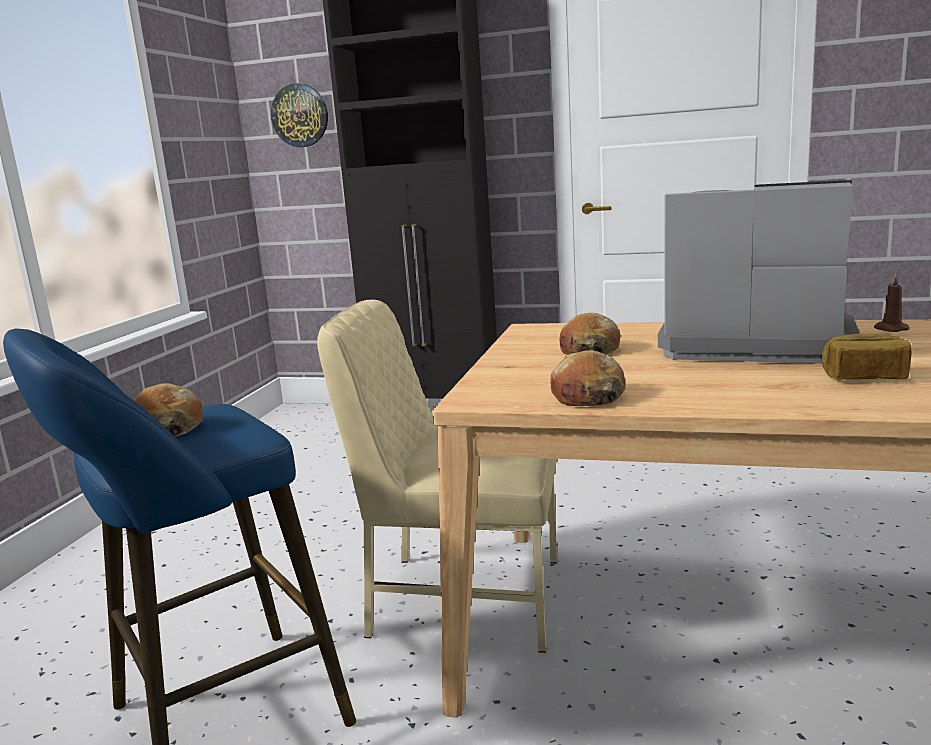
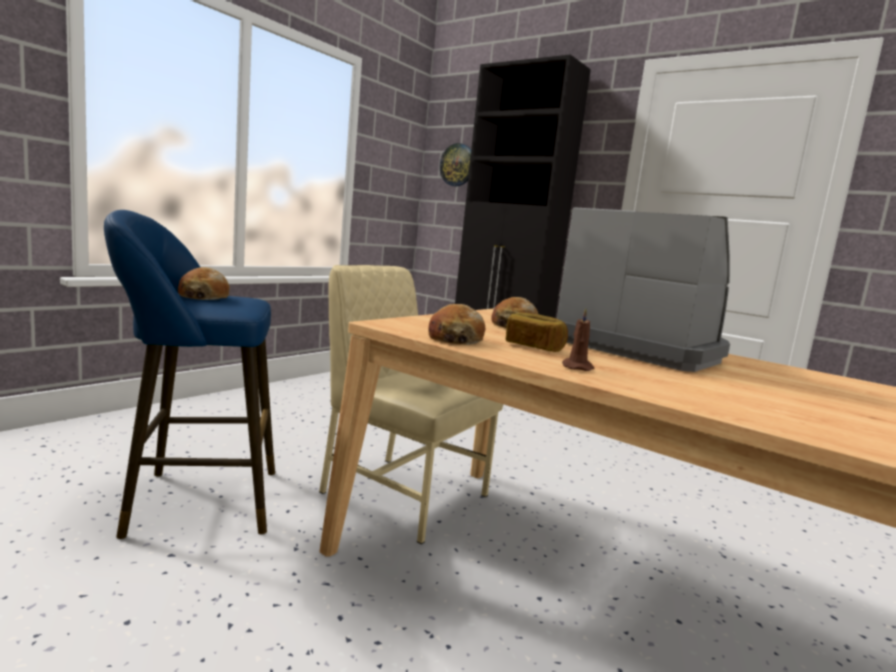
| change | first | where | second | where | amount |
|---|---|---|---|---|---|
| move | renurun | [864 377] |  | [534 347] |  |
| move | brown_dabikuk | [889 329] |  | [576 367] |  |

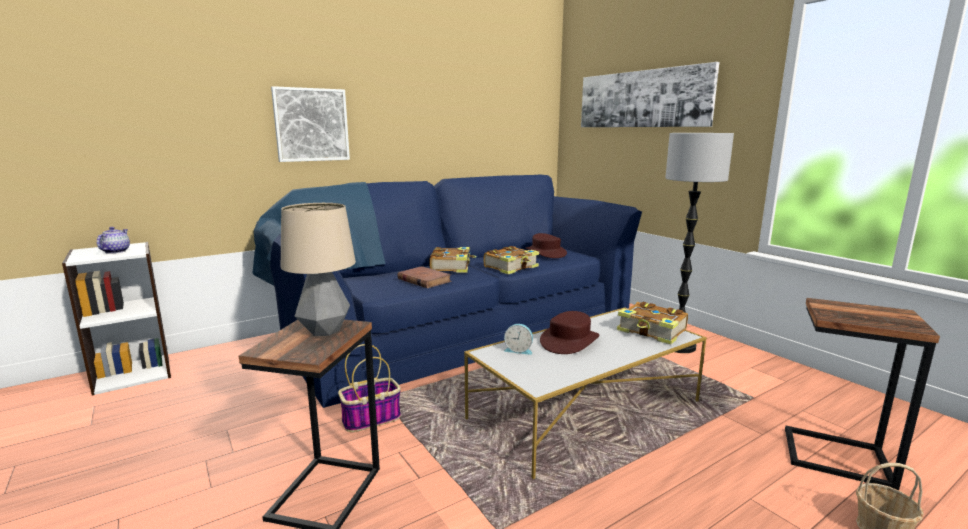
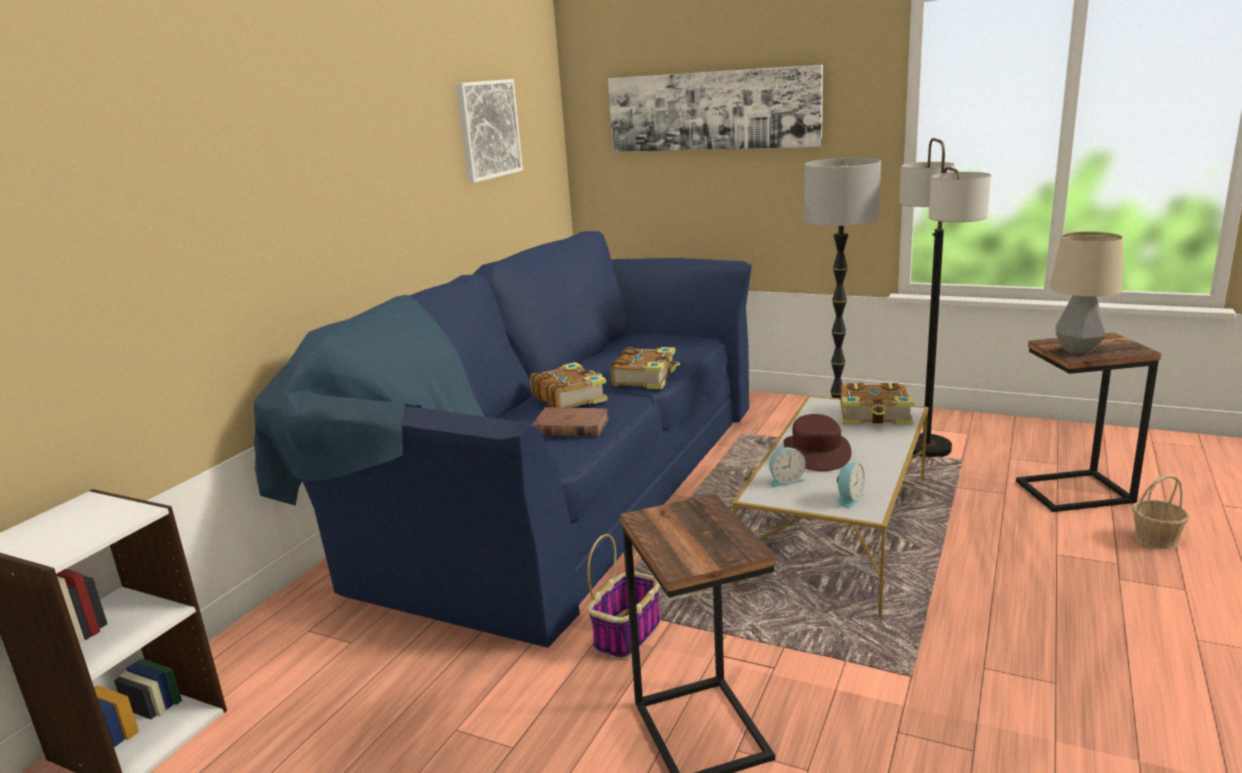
| change | first | where | second | where | amount |
|---|---|---|---|---|---|
| move | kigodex | [311 125] |  | [488 129] |  |
| insert |  |  | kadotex | [848 498] |  |
| insert |  |  | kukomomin | [926 448] |  |
| move | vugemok | [324 331] |  | [1078 350] |  |
| delete | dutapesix | [115 251] |  |  |  |
| delete | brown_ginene | [545 252] |  |  |  |

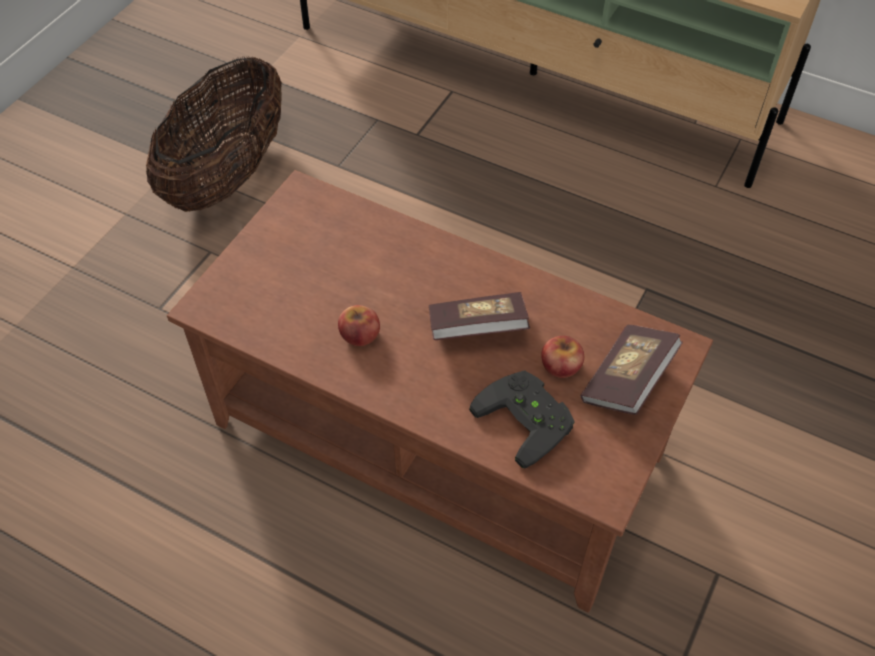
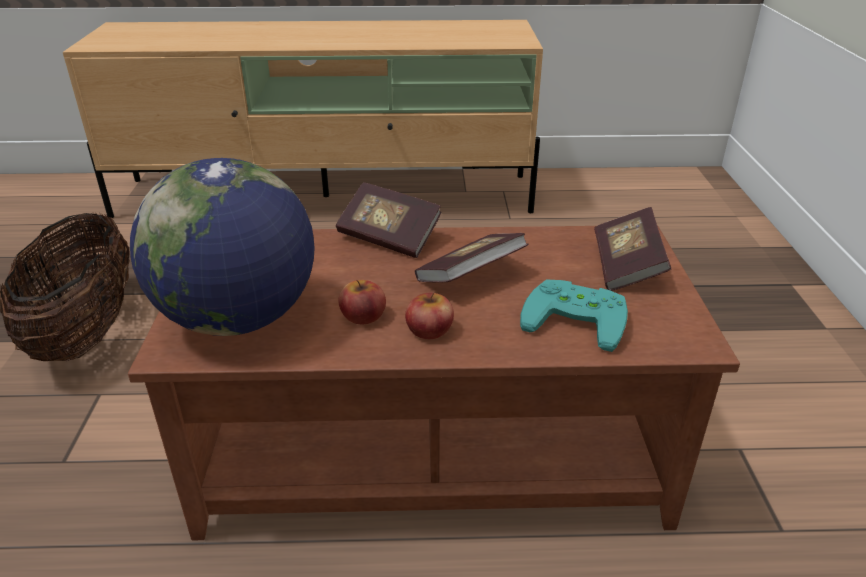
| change | first | where | second | where | amount |
|---|---|---|---|---|---|
| insert |  |  | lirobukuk | [239 319] |  |
| insert |  |  | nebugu | [389 237] |  |
| move | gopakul | [561 365] |  | [429 329] |  |
| recolor | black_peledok | [529 418] | turquoise_peledok | [577 317] |  |

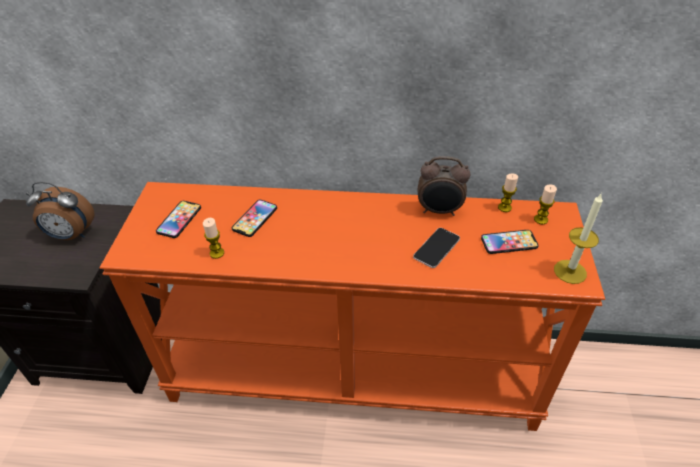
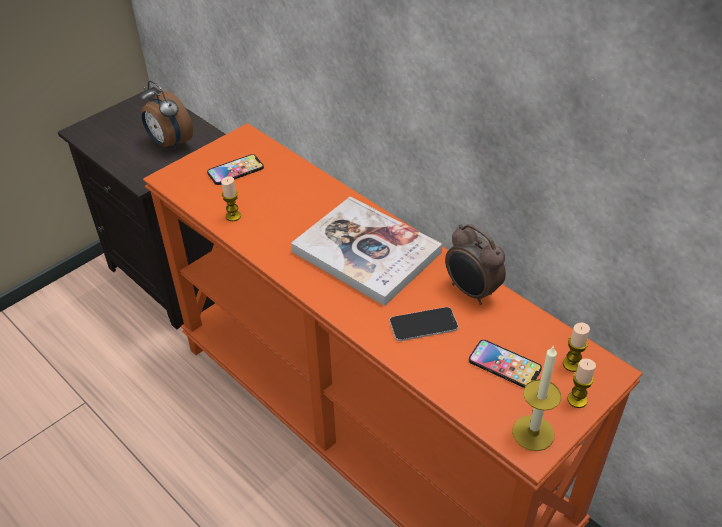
| change | first | where | second | where | amount |
|---|---|---|---|---|---|
| insert |  |  | nebugu | [366 252] |  |
| move | dabikuk | [504 207] |  | [577 400] |  |
| delete | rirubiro | [255 219] |  |  |  |

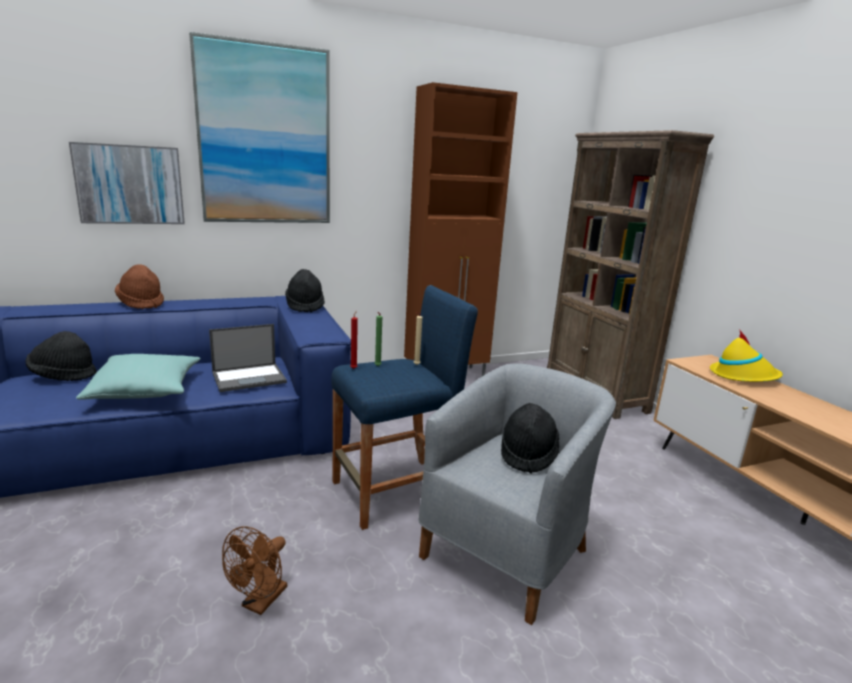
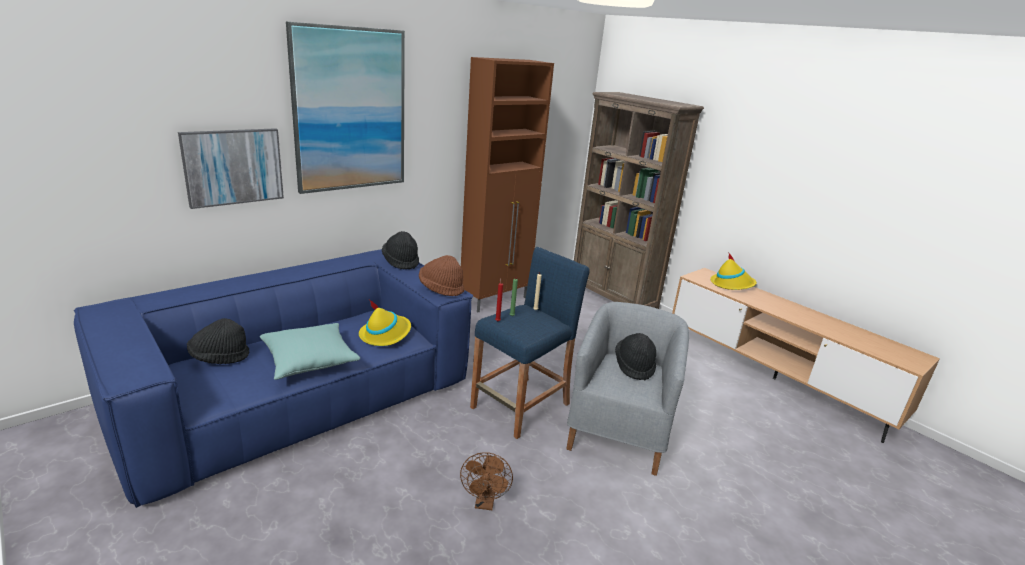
| change | first | where | second | where | amount |
|---|---|---|---|---|---|
| replace | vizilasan | [250 377] | yellow_ginene | [385 334] |  |
| move | brown_ginene | [141 303] |  | [441 289] |  |

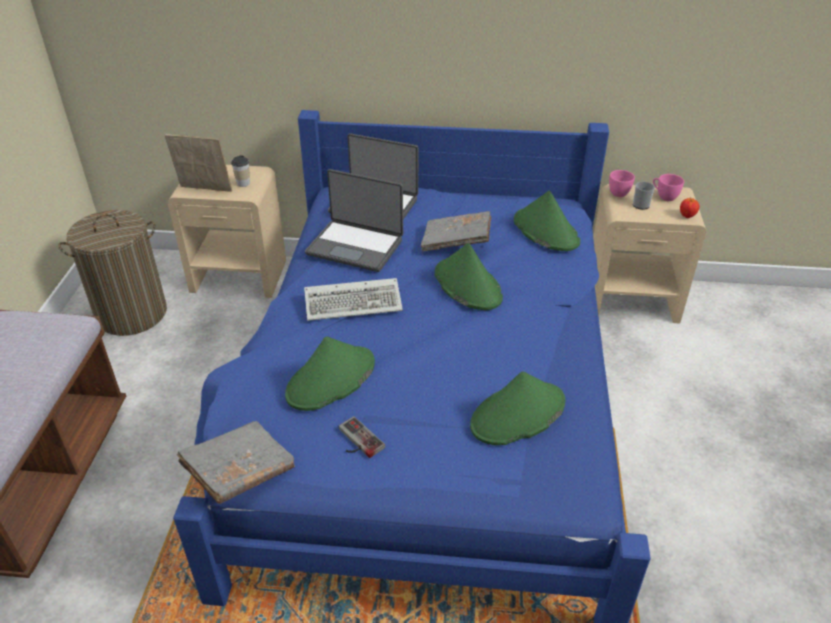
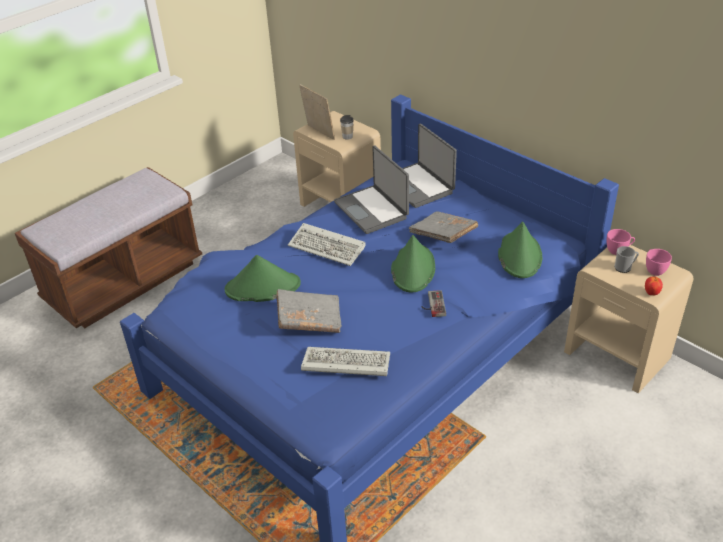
| change | first | where | second | where | amount |
|---|---|---|---|---|---|
| move | grey_nebugu | [240 471] |  | [309 320] |  |
| replace | green_ginene | [517 414] | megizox | [344 365] |  |
| move | peledok | [356 441] |  | [432 305] |  |
| delete | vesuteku | [131 314] |  |  |  |

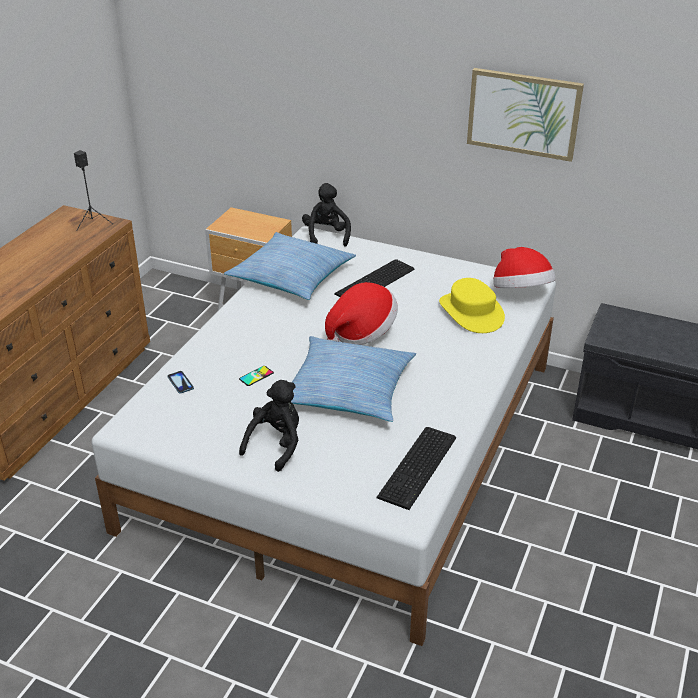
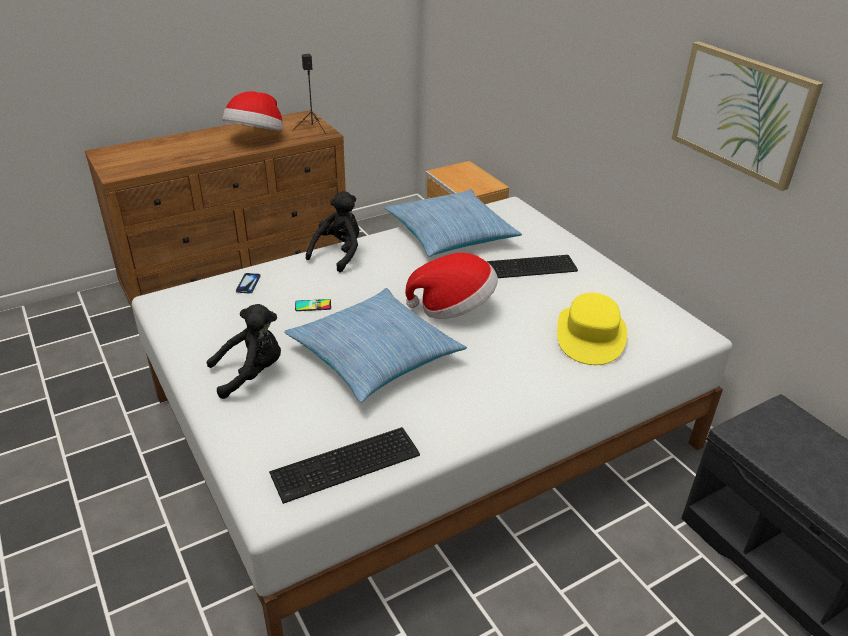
| change | first | where | second | where | amount |
|---|---|---|---|---|---|
| move | ginene | [521 292] |  | [256 137] |  |
| move | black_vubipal | [326 236] |  | [339 254] |  |

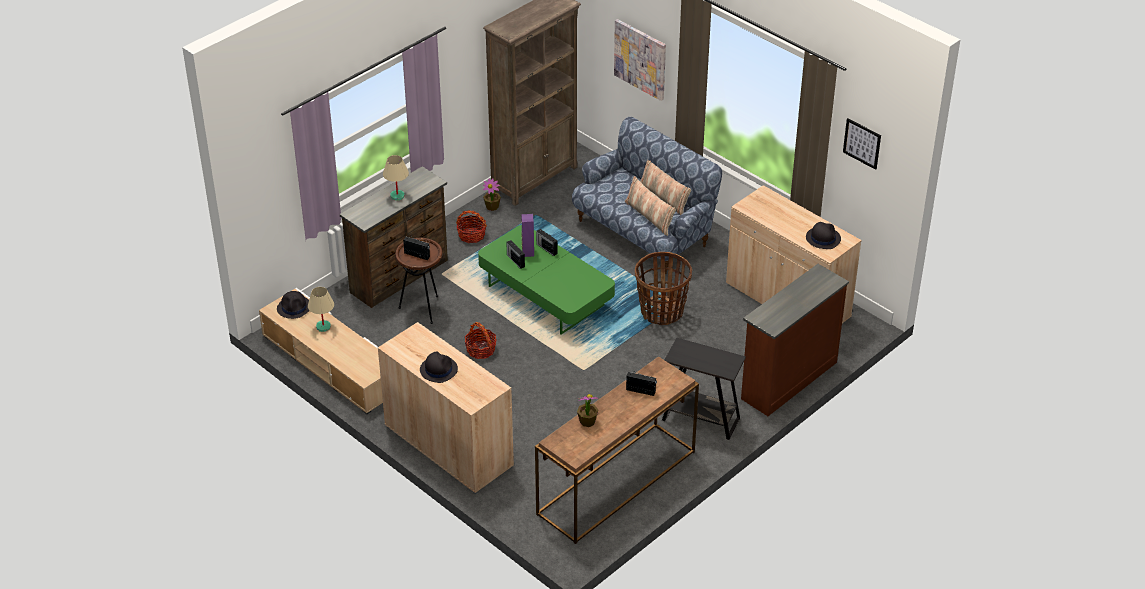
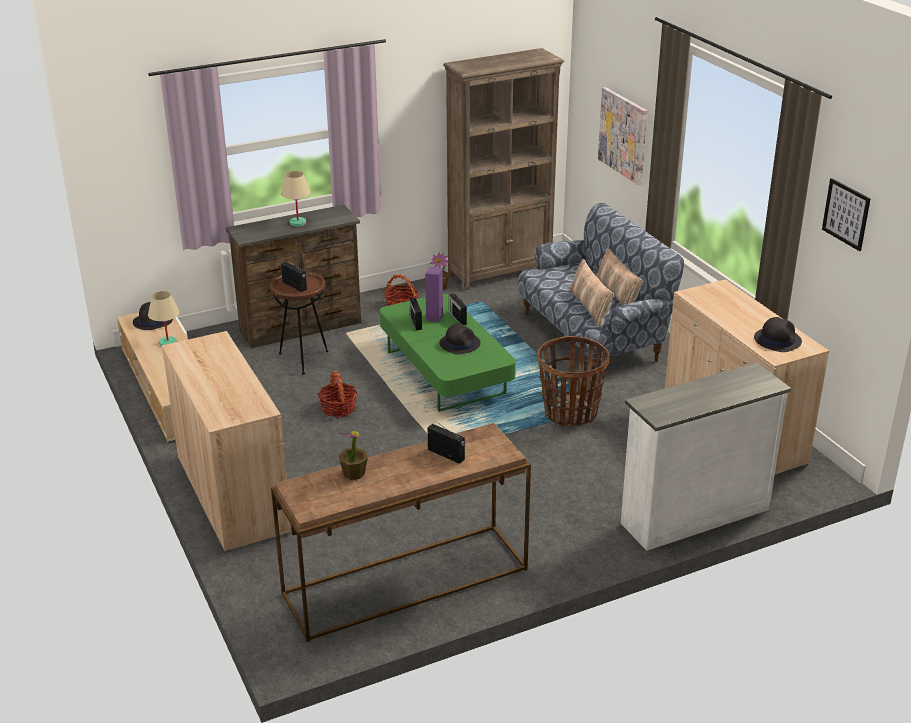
| change | first | where | second | where | amount |
|---|---|---|---|---|---|
| move | black_ginene | [438 369] |  | [460 343] |  |
| recolor | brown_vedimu | [787 380] | white_vedimu | [693 515] |  |
| delete | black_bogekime | [701 419] |  |  |  |

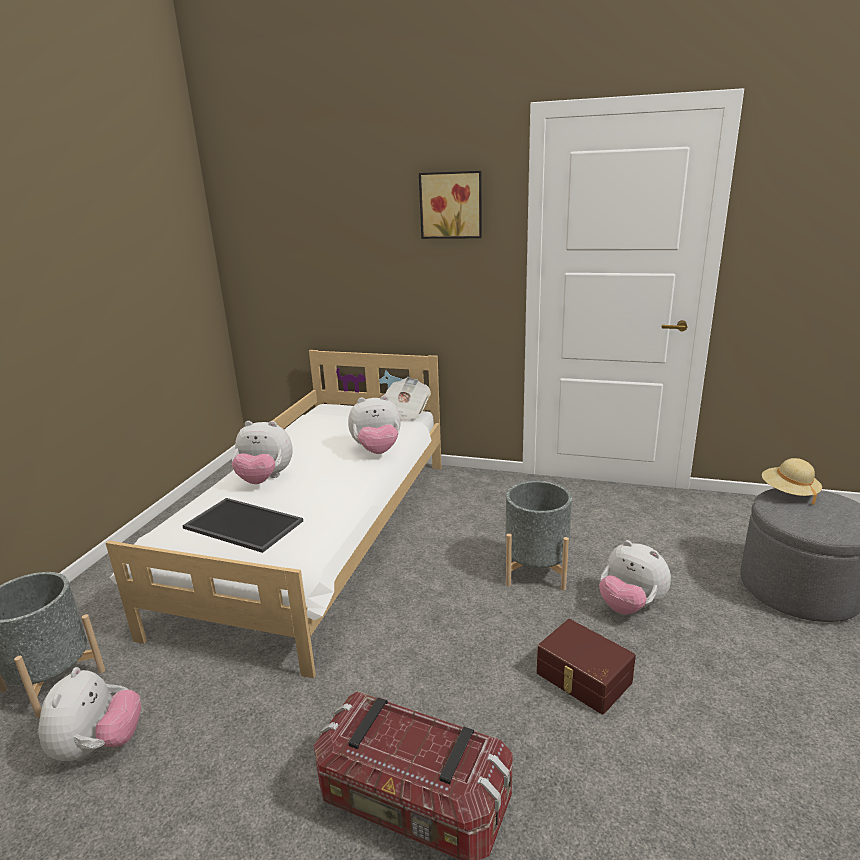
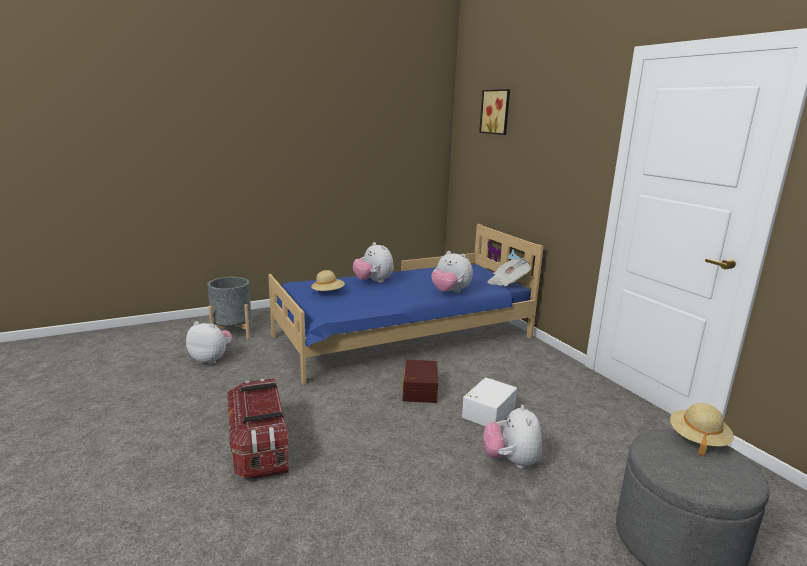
| change | first | where | second | where | amount |
|---|---|---|---|---|---|
| rotate | vubipal | [99 746] |  | [211 359] | 120 degrees counterclockwise |
| recolor | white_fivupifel | [320 538] | blue_fivupifel | [403 337] |  |
| replace | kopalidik | [241 525] | beige_ginene | [328 293] |  |
| move | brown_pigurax | [582 679] |  | [418 390] |  |
| replace | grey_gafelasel | [536 570] | white_pigurax | [487 412] |  |
| move | kigodex | [451 205] |  | [496 112] |  |

